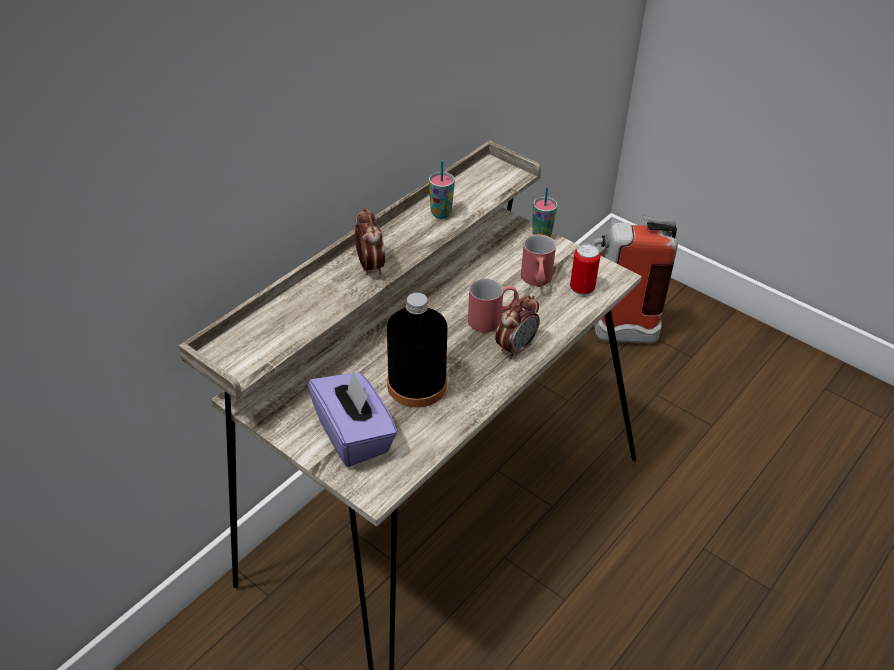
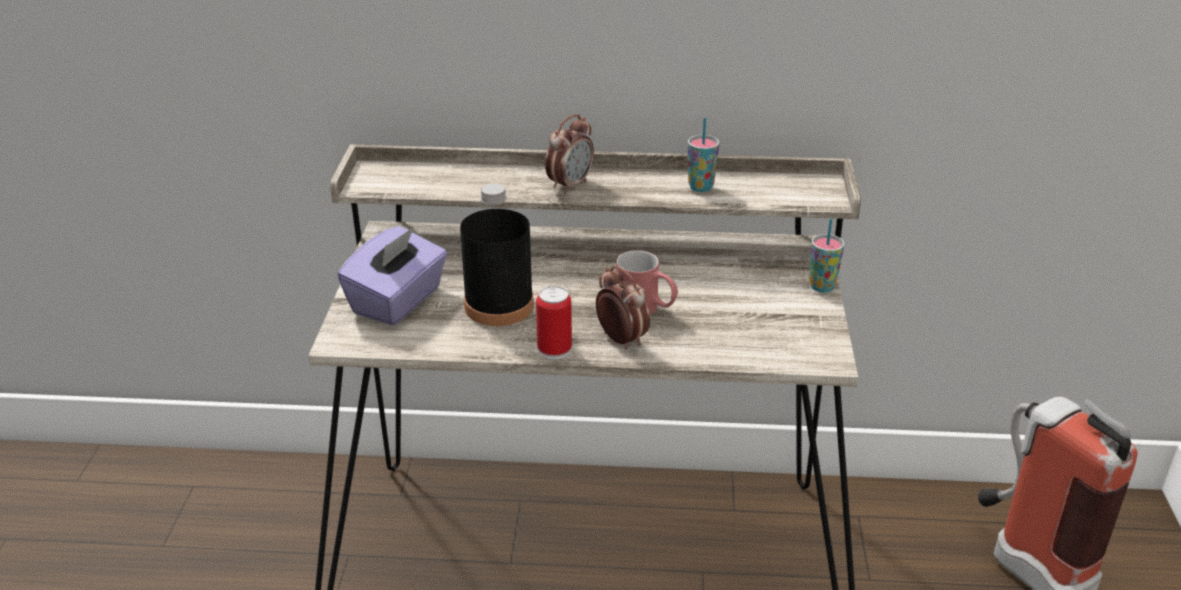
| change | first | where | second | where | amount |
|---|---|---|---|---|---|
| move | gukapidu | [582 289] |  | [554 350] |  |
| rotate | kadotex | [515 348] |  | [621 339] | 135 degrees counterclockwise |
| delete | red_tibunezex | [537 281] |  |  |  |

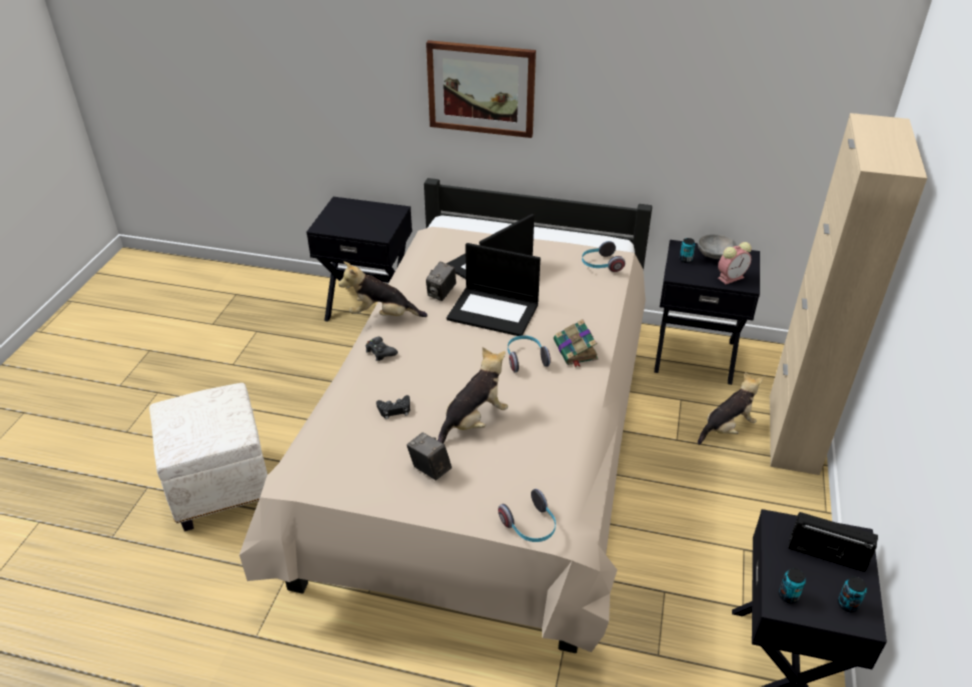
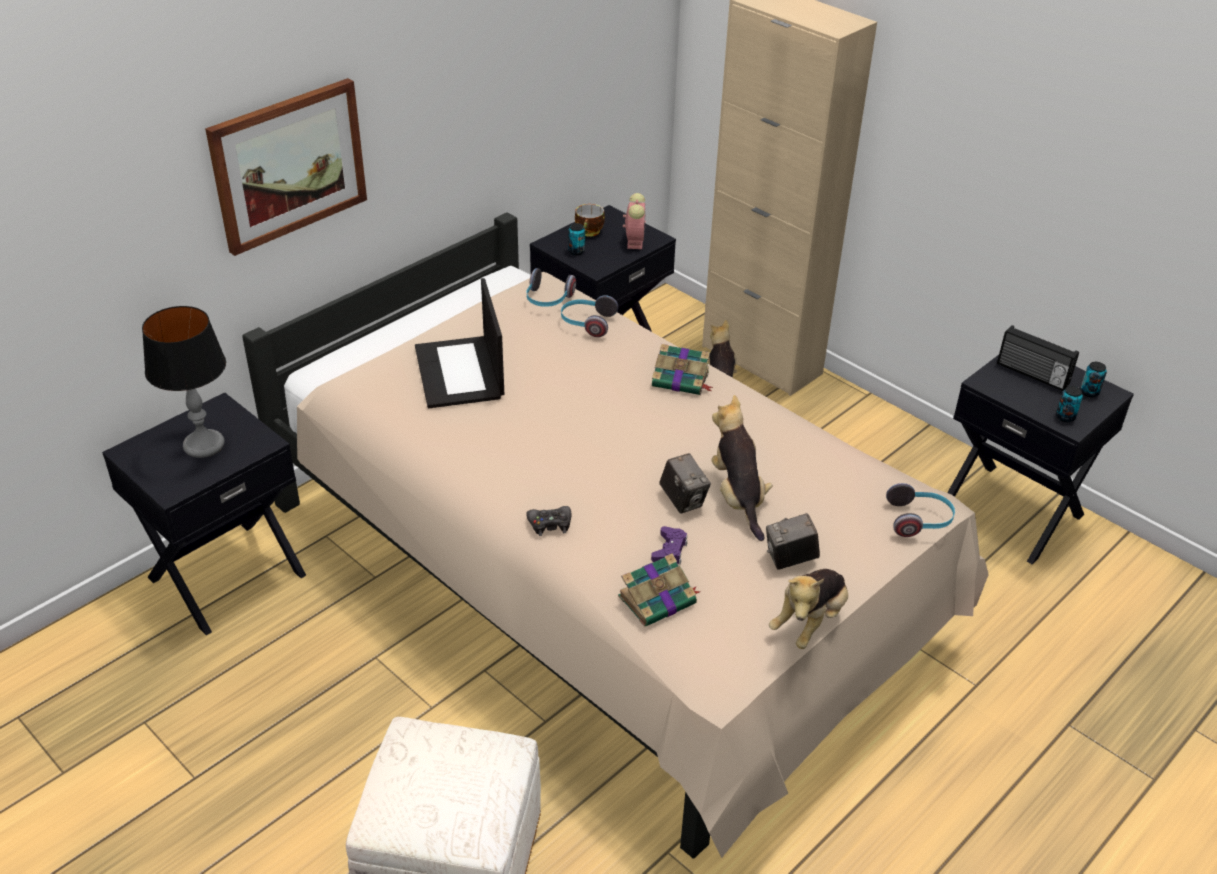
| change | first | where | second | where | amount |
|---|---|---|---|---|---|
| insert |  |  | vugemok | [204 445] |  |
| move | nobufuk | [525 359] |  | [587 323] |  |
| replace | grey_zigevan | [715 256] | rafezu | [590 232] |  |
| insert |  |  | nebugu | [658 599] |  |
| recolor | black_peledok | [394 410] | purple_peledok | [669 550] |  |
| move | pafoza | [441 293] |  | [683 500] |  |
| move | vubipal | [383 315] |  | [809 622] |  |
| rotate | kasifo | [827 553] |  | [1032 374] | 105 degrees counterclockwise |
| delete | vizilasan | [494 311] |  |  |  |

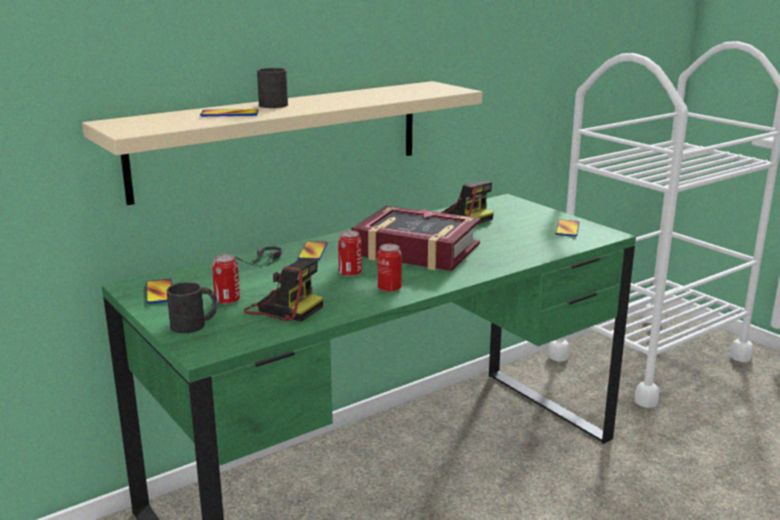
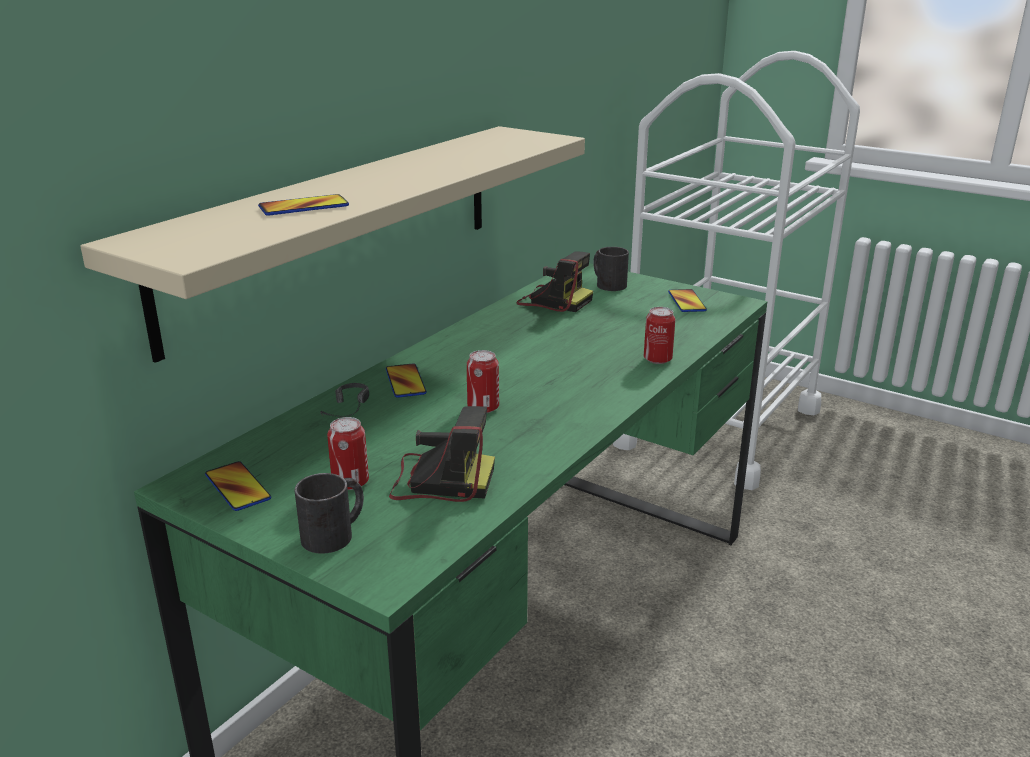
| change | first | where | second | where | amount |
|---|---|---|---|---|---|
| move | black_tibunezex | [272 104] |  | [607 284] |  |
| move | gukapidu | [389 288] |  | [657 359] |  |
| delete | nebugu | [416 250] |  |  |  |

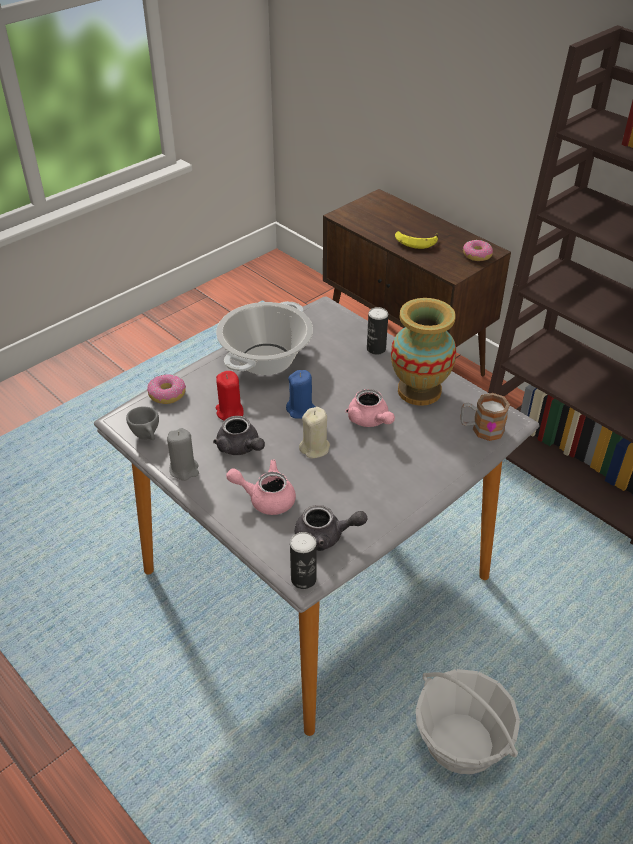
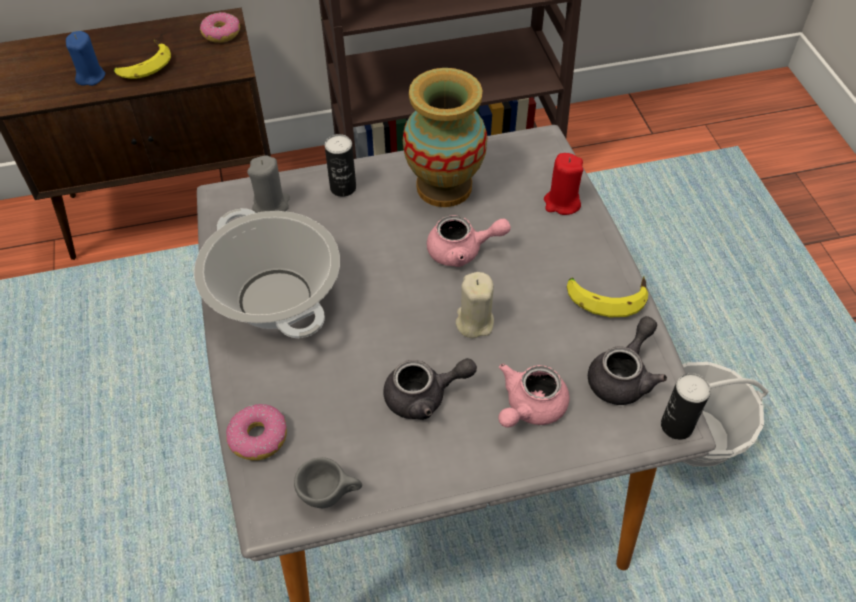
| change | first | where | second | where | amount |
|---|---|---|---|---|---|
| move | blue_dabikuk | [301 410] |  | [90 76] |  |
| move | grey_dabikuk | [184 469] |  | [271 204] |  |
| move | red_dabikuk | [229 412] |  | [561 203] |  |
| insert |  |  | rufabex | [606 295] |  |
| delete | tibunezex | [481 429] |  |  |  |

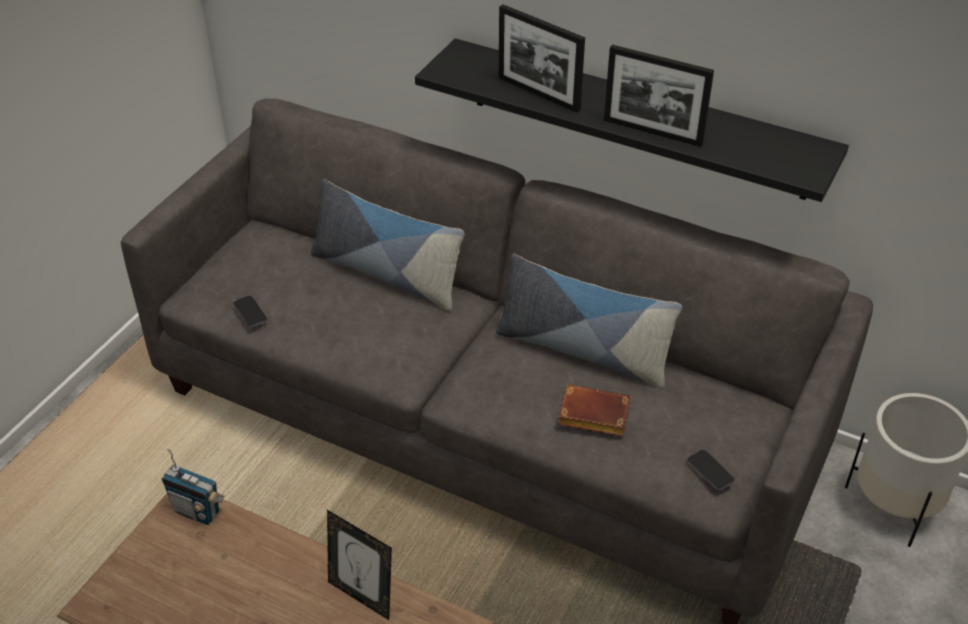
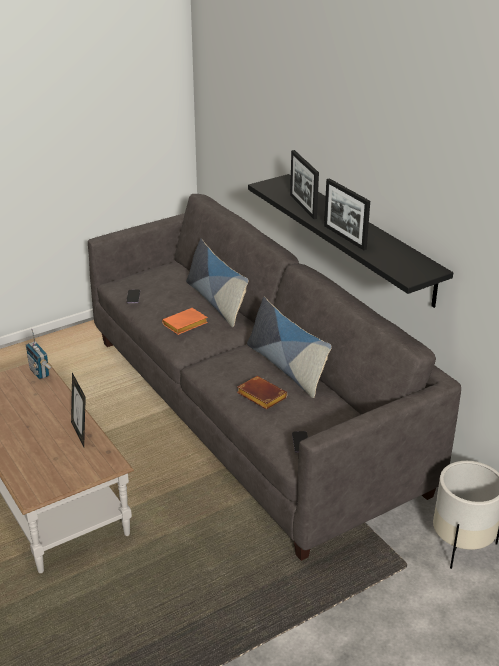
| change | first | where | second | where | amount |
|---|---|---|---|---|---|
| insert |  |  | orange_nebugu | [184 325] |  |

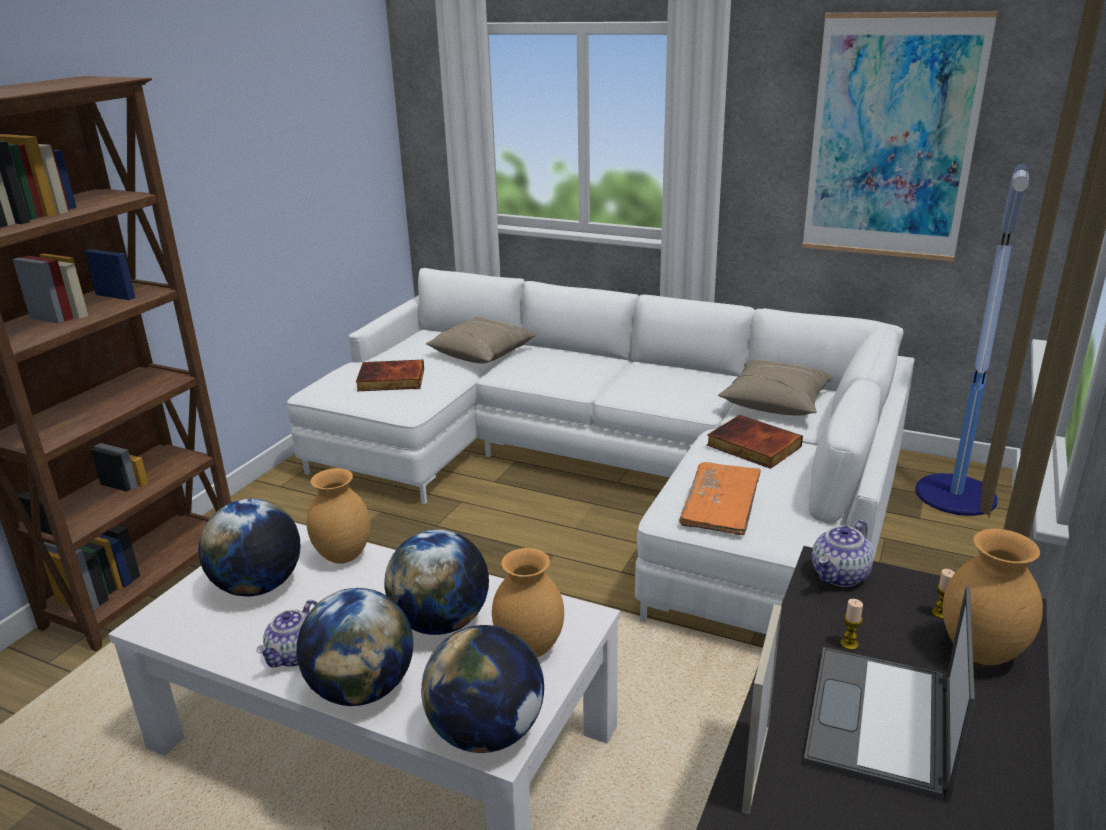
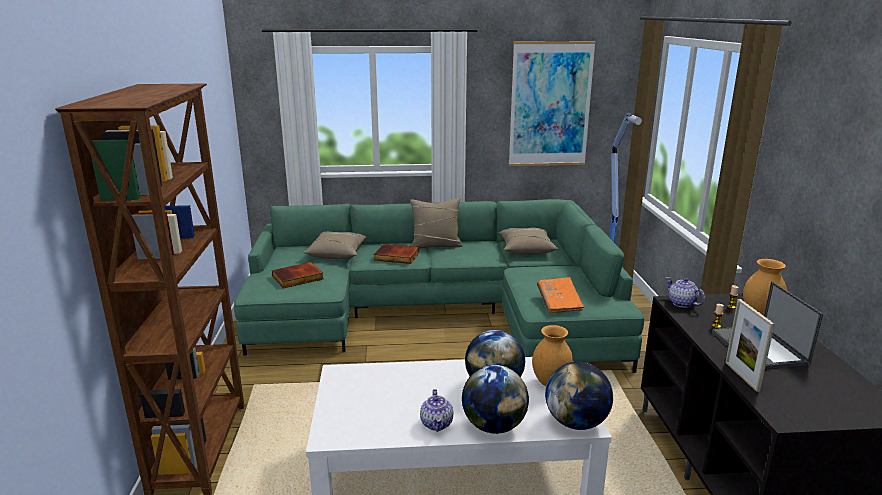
| change | first | where | second | where | amount |
|---|---|---|---|---|---|
| recolor | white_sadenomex | [613 477] | green_sadenomex | [440 312] |  |
| move | nebugu | [752 446] |  | [396 256] |  |
| insert |  |  | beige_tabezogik | [436 245] |  |
| rotate | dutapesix | [840 576] |  | [681 303] | 135 degrees clockwise |
| delete | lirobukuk | [258 586] |  |  |  |
| delete | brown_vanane | [345 556] |  |  |  |

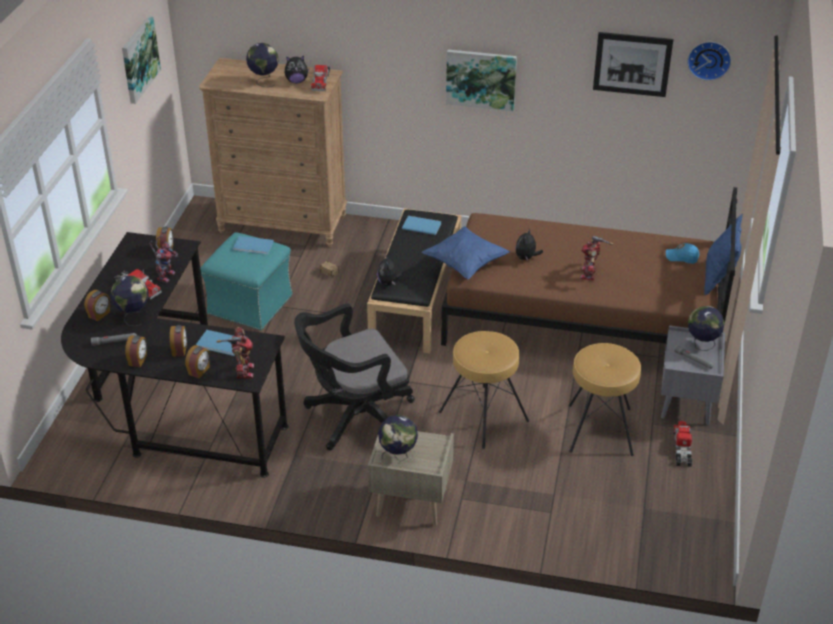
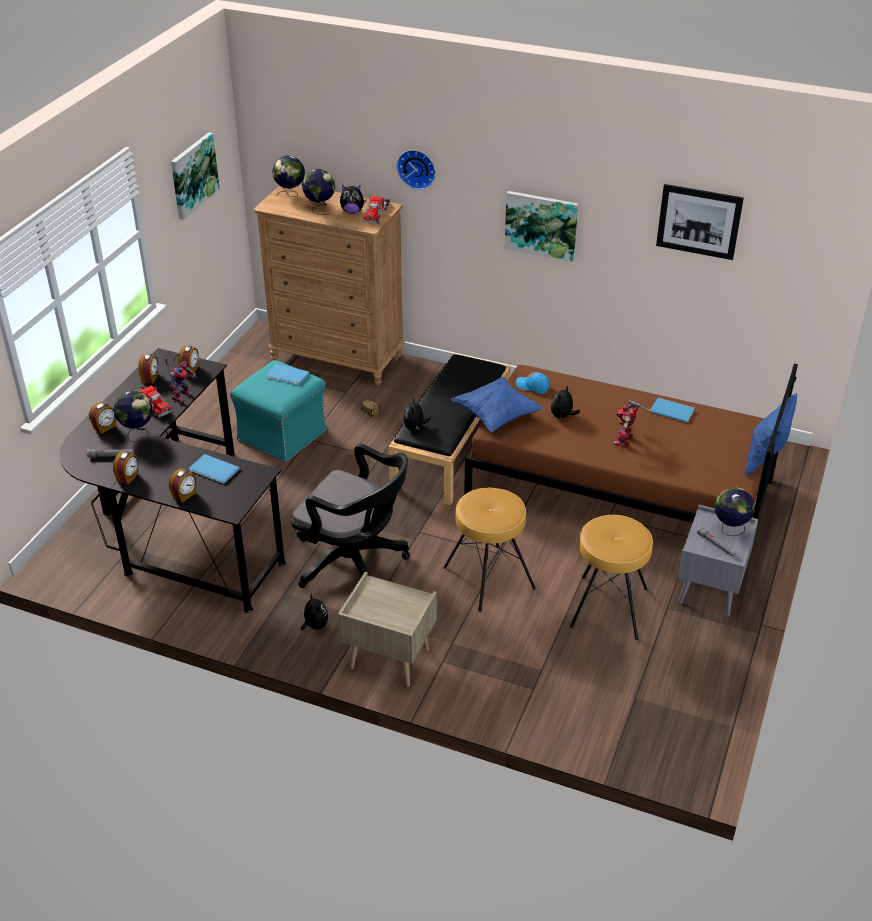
| change | first | where | second | where | amount |
|---|---|---|---|---|---|
| move | kadotex | [180 350] |  | [150 378] |  |
| move | lirobukuk | [398 456] |  | [290 195] |  |
| rotate | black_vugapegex | [354 418] |  | [355 563] | 135 degrees counterclockwise |
| insert |  |  | vubipal | [315 625] |  |
| move | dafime | [709 59] |  | [417 168] |  |
| move | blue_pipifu | [681 257] |  | [532 386] |  |
| move | blue_nebugu | [421 225] |  | [671 410] |  |
| delete | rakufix | [243 371] |  |  |  |
| delete | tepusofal | [682 448] |  |  |  |

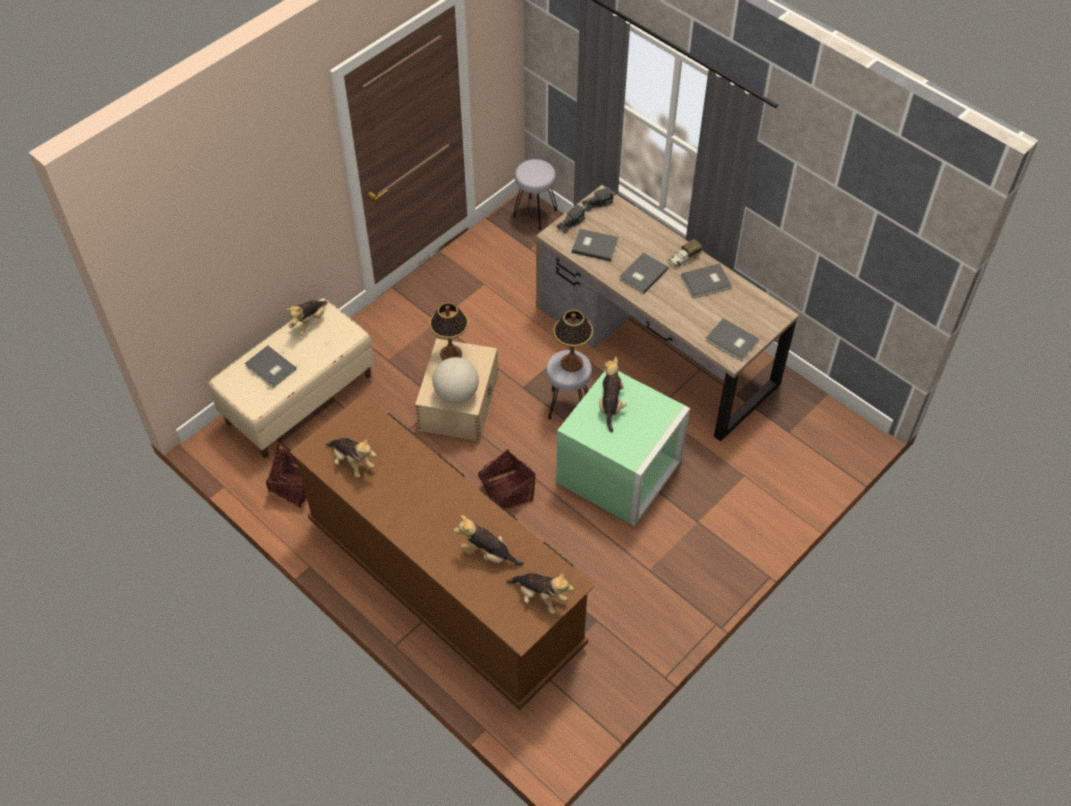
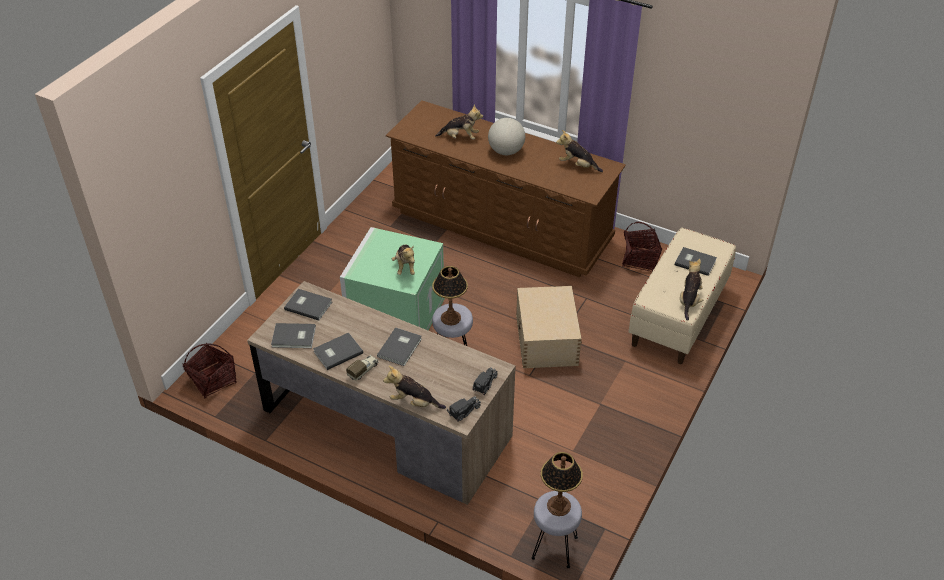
| change | first | where | second | where | amount |
|---|---|---|---|---|---|
| move | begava | [506 492] |  | [213 380] |  |
| move | grey_nebugu | [594 245] |  | [294 337] |  |
| move | vubipal | [540 597] |  | [414 402] |  |
| move | lirobukuk | [456 393] |  | [506 151] |  |
| move | vugemok | [451 354] |  | [558 506] |  |

